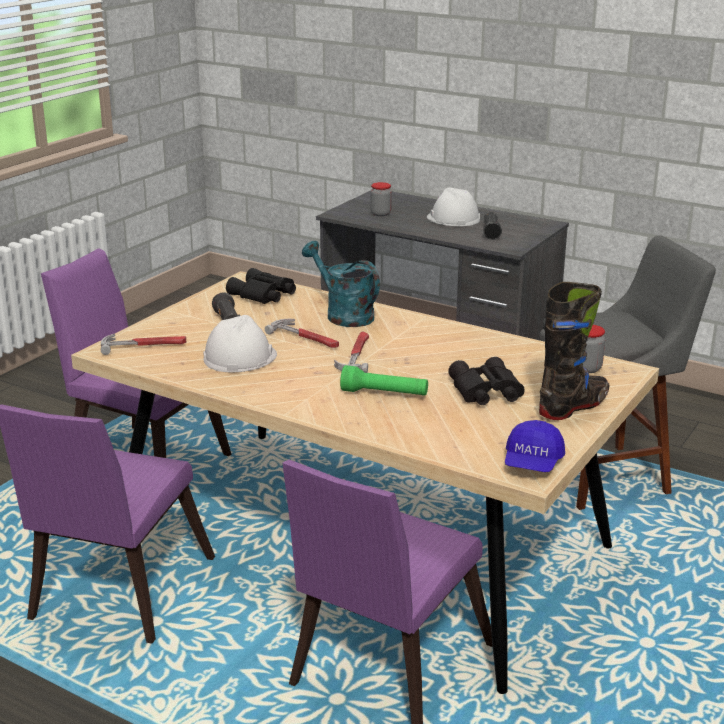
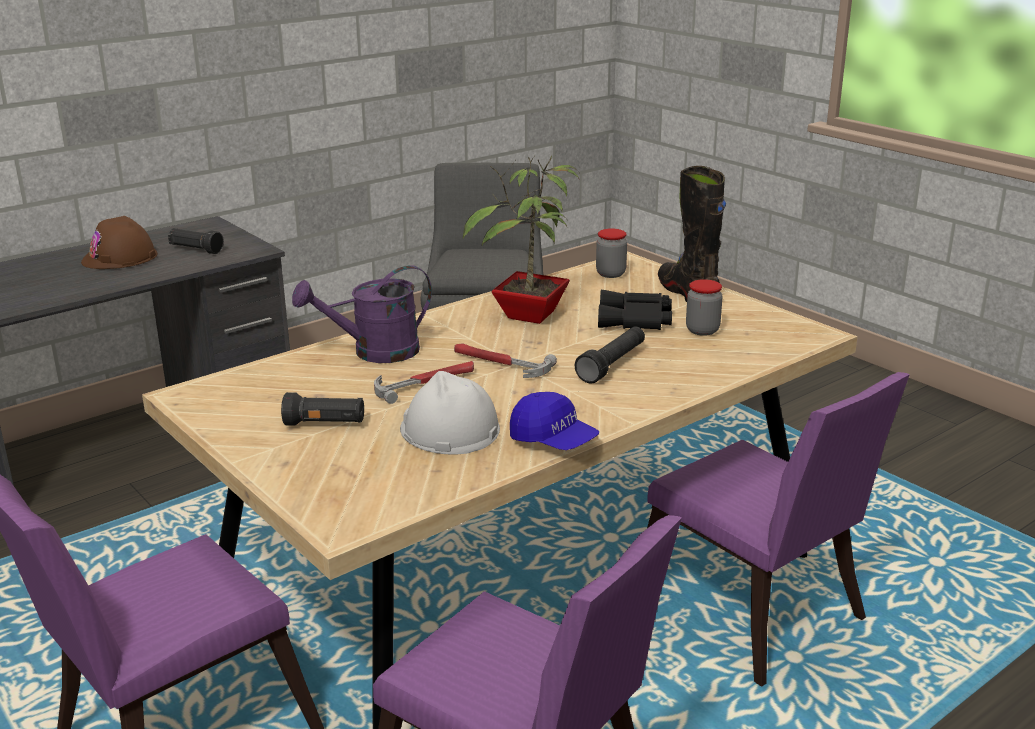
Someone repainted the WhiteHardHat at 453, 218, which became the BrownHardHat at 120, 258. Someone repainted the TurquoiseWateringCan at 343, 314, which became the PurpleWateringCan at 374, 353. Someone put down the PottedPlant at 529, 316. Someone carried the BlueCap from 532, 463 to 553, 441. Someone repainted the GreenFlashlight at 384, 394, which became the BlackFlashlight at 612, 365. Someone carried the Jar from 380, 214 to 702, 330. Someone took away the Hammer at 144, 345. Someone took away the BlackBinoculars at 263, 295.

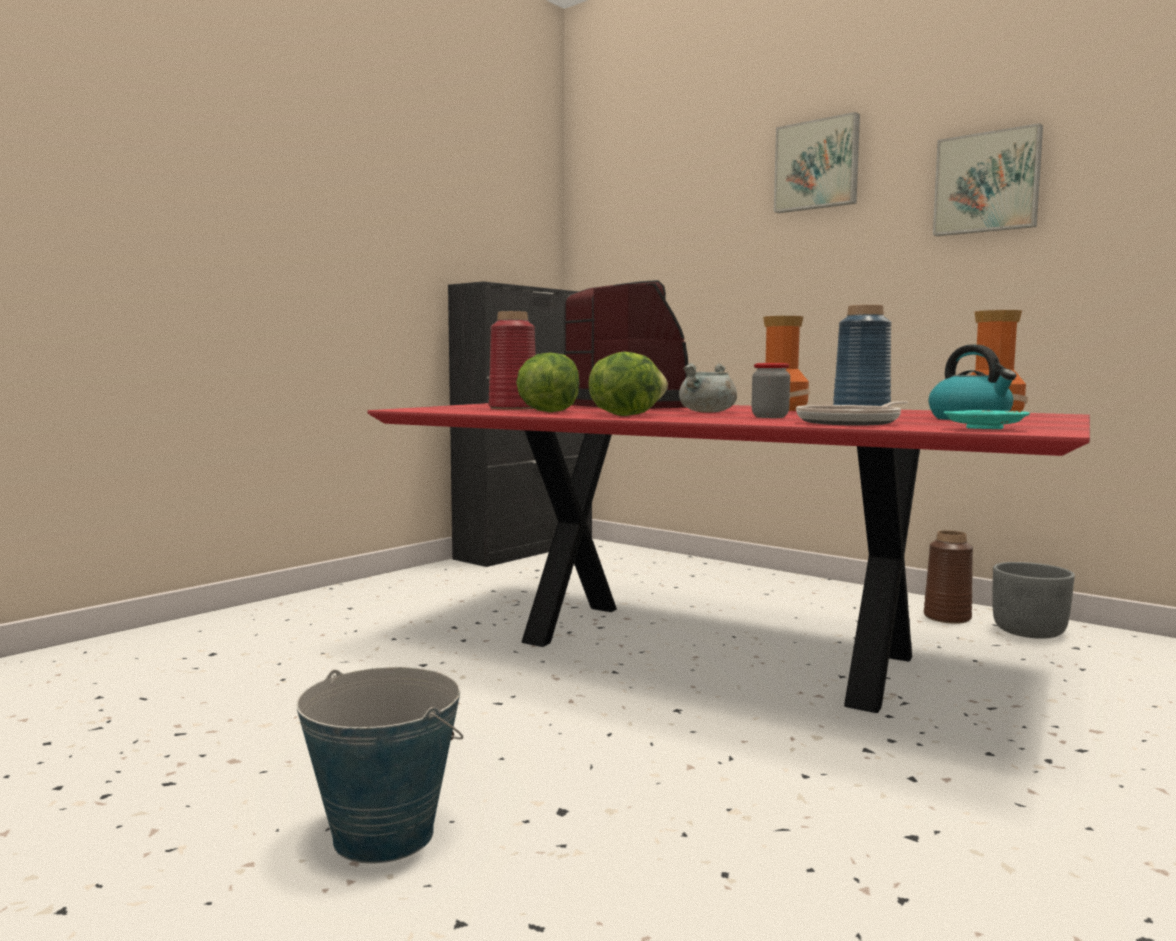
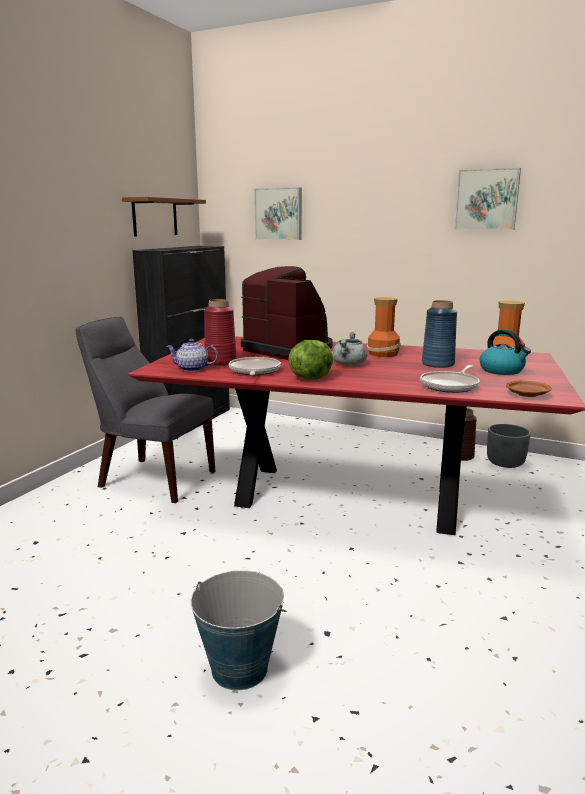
Someone put down the GreyChair at 153, 478. Someone put up the BrownShelf at 155, 217. Someone put down the Teapot at 193, 369. Someone swapped the Lettuce at 548, 412 for the FryingPan at 254, 371. Someone carried the Picture from 817, 165 to 279, 214. Someone repainted the TurquoisePlate at 985, 429, which became the BrownPlate at 527, 395. Someone took away the Jar at 770, 417.

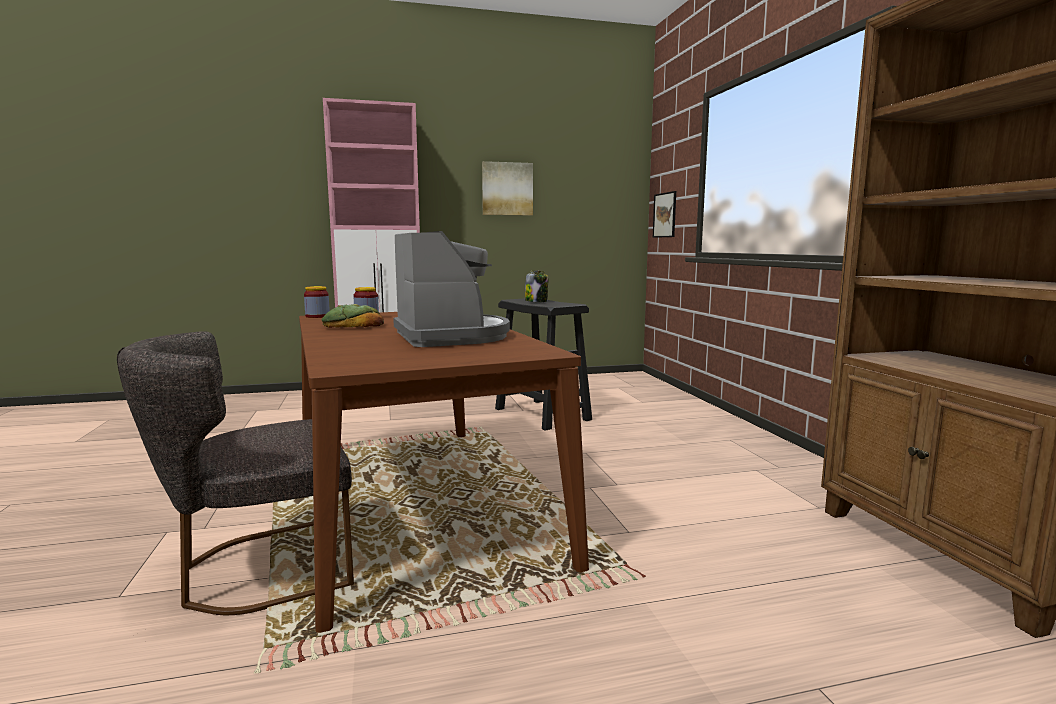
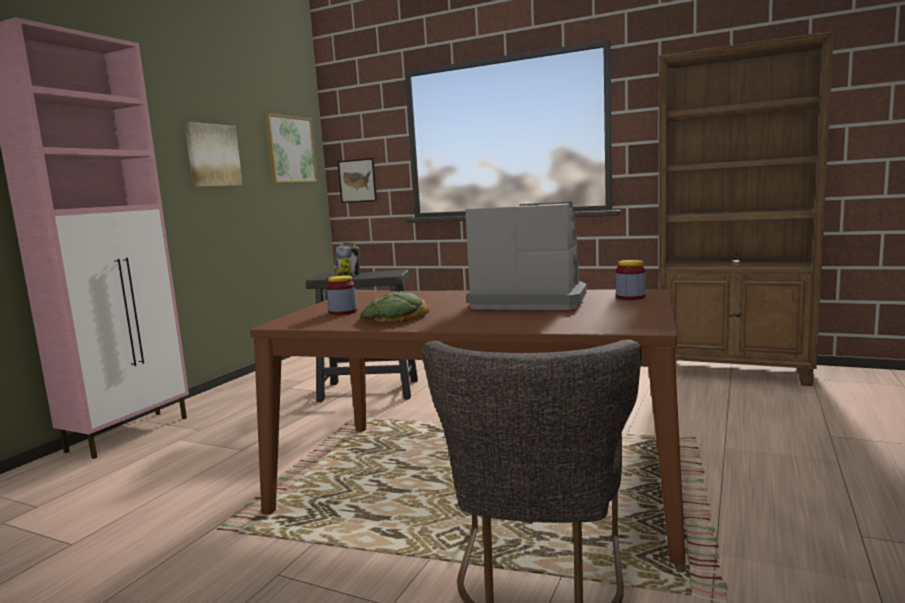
Someone put up the Picture at 290, 149. Someone carried the Jar from 317, 316 to 630, 297.

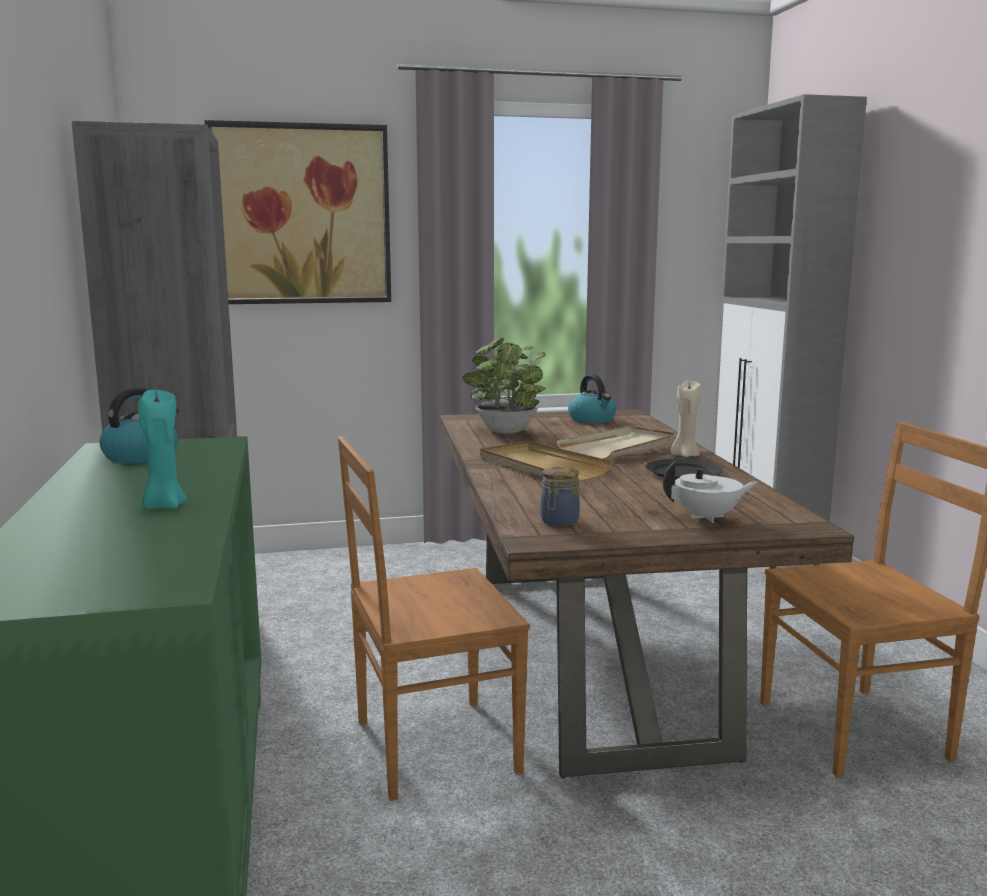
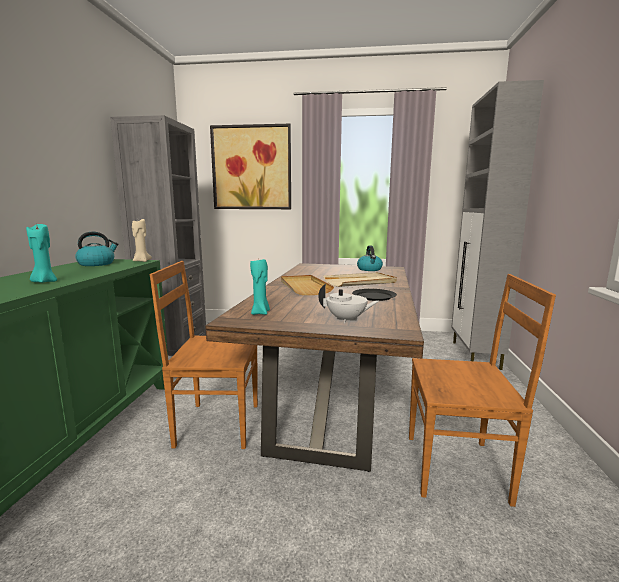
Someone carried the BeigeCandle from 684, 455 to 141, 261. Someone swapped the Jar at 558, 522 for the TurquoiseCandle at 260, 313. Someone took away the PottedPlant at 505, 432.

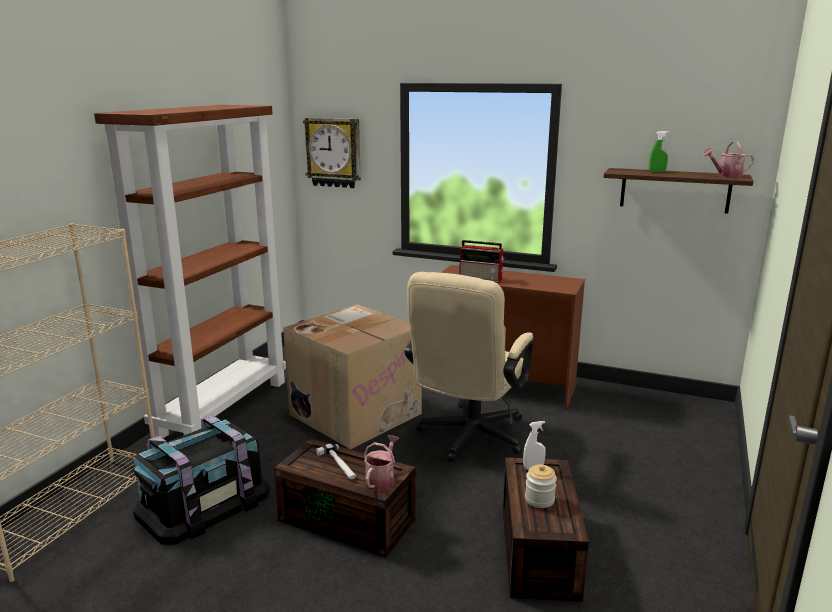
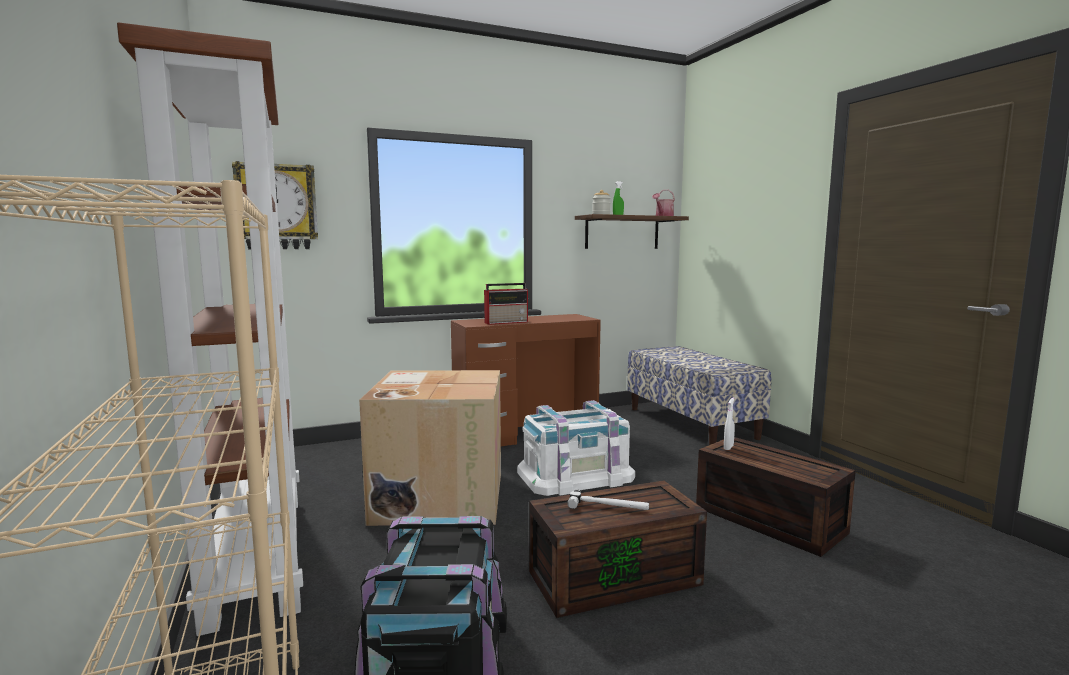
Someone swapped the BeigeOfficeChair at 468, 439 for the WhiteStorageBox at 575, 475. Someone carried the Jar from 539, 499 to 601, 214. Someone put down the Bench at 691, 423. Someone took away the WateringCan at 381, 479.

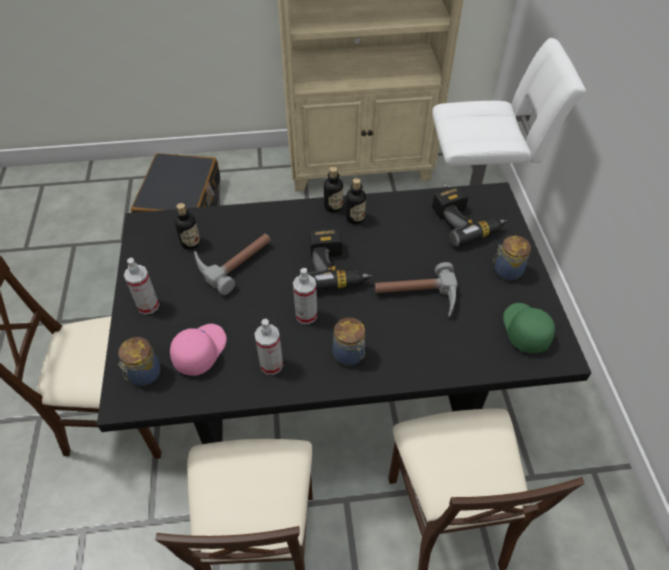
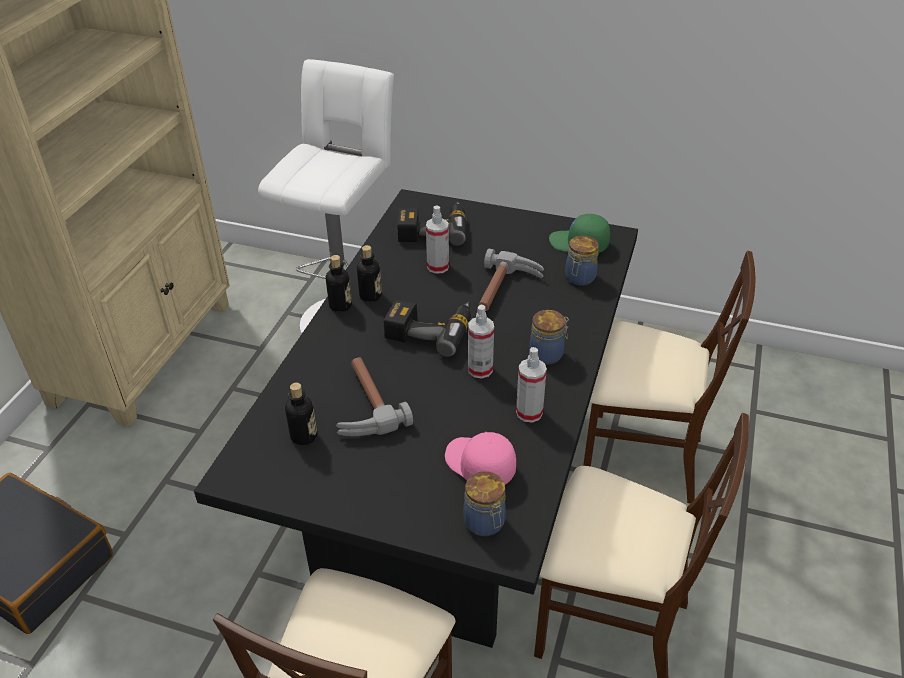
Someone carried the SprayBottle from 148, 305 to 438, 267. Someone carried the Jar from 506, 271 to 579, 278.

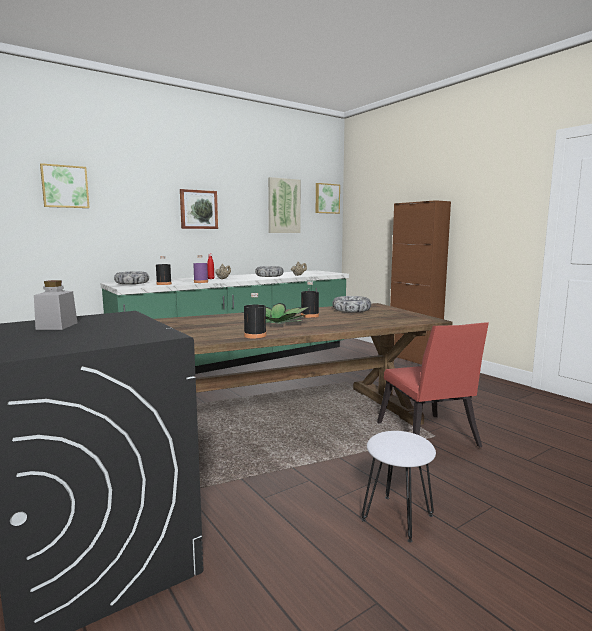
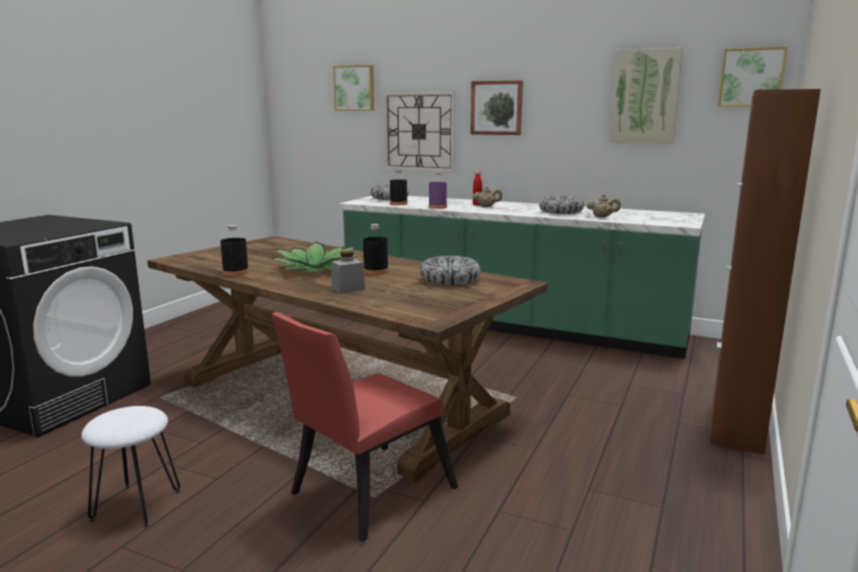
Someone carried the GreyJar from 57, 326 to 348, 289. Someone put up the WallClock at 419, 131.

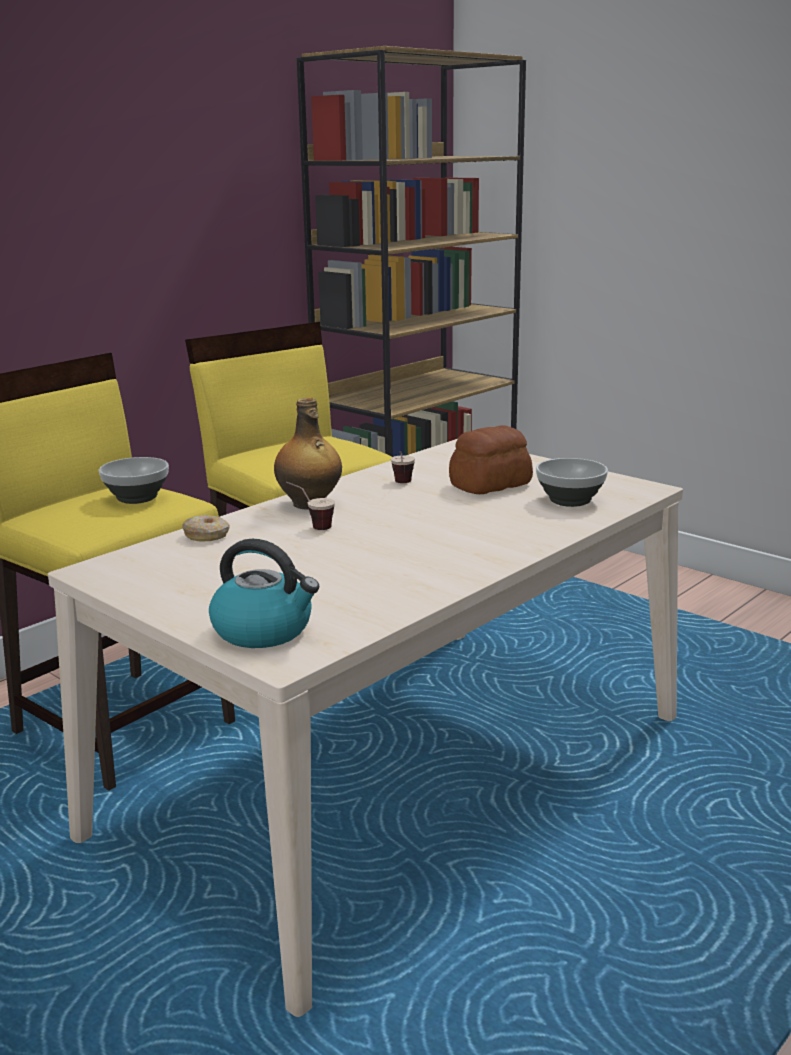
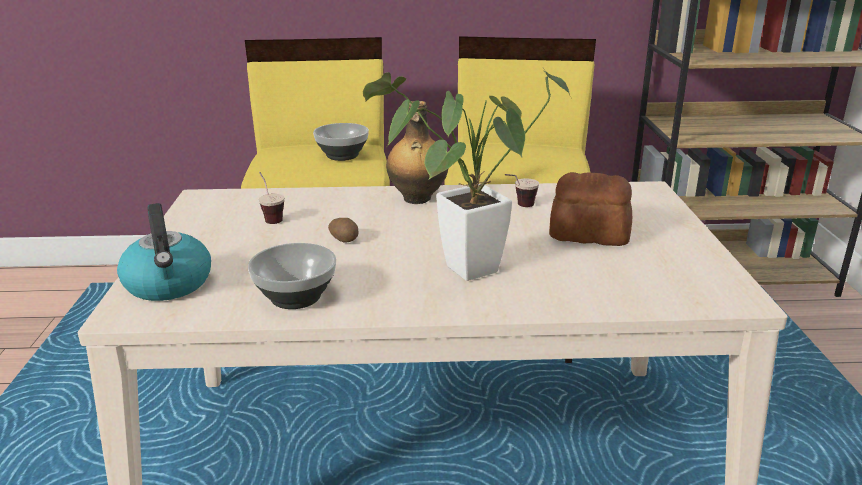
Someone carried the Bowl from 570, 501 to 295, 298. Someone carried the Cup from 311, 526 to 270, 217. Someone put down the Potato at 345, 239. Someone put down the PottedPlant at 461, 272. Someone took away the Donut at 207, 535.

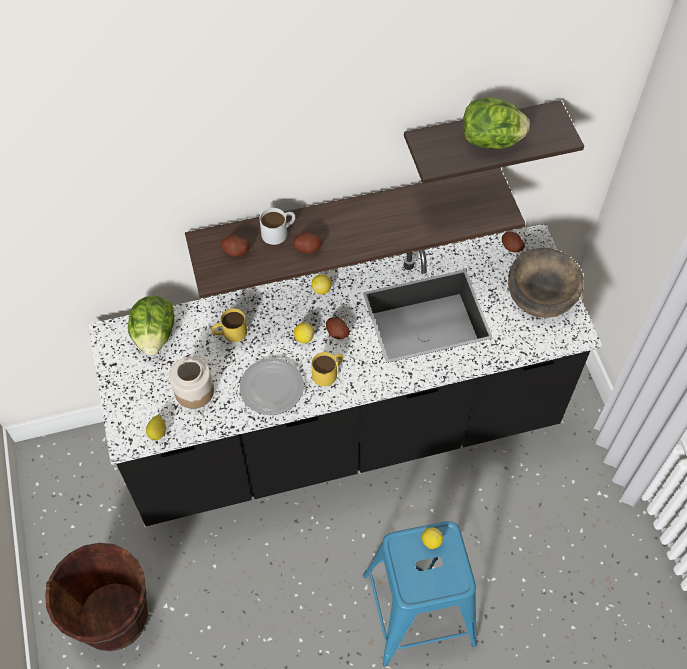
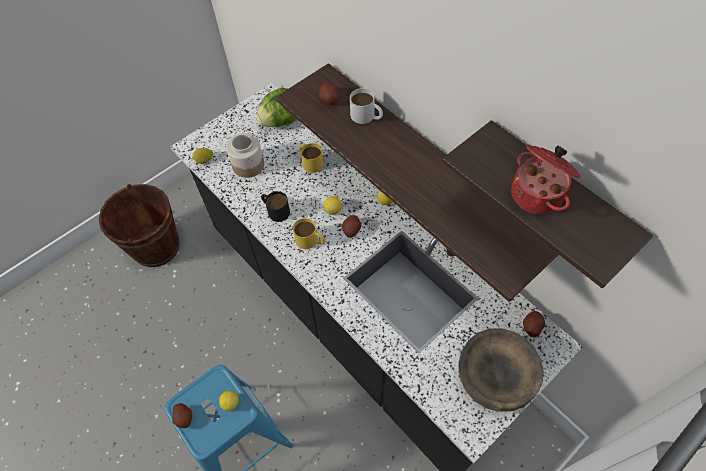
Someone carried the Potato from 307, 248 to 184, 417. Someone swapped the Plate at 271, 388 for the BlackMug at 275, 210. Someone swapped the Lettuce at 491, 141 for the CookingPot at 537, 194.

